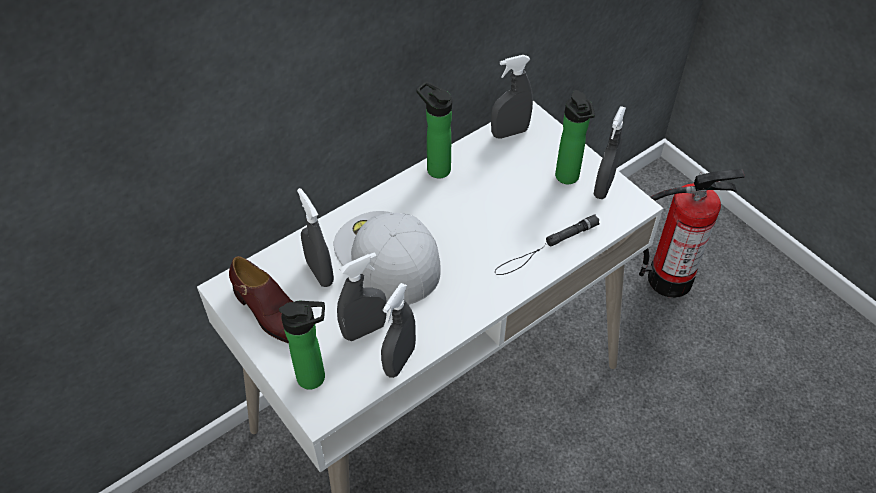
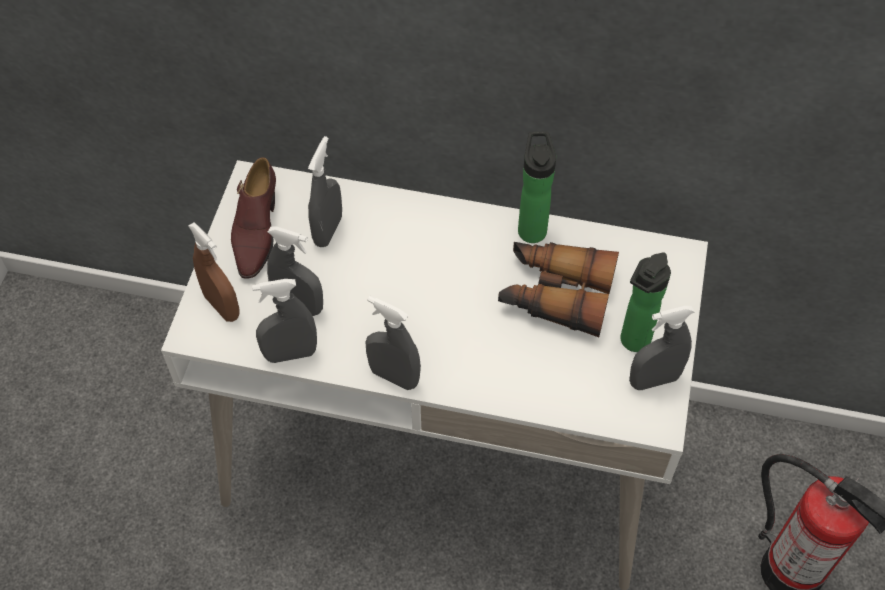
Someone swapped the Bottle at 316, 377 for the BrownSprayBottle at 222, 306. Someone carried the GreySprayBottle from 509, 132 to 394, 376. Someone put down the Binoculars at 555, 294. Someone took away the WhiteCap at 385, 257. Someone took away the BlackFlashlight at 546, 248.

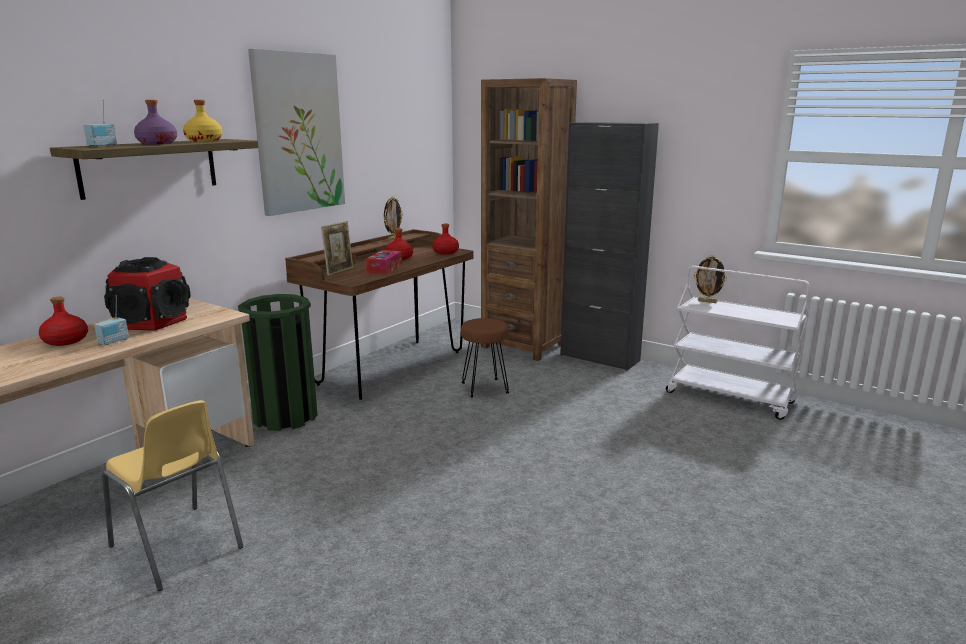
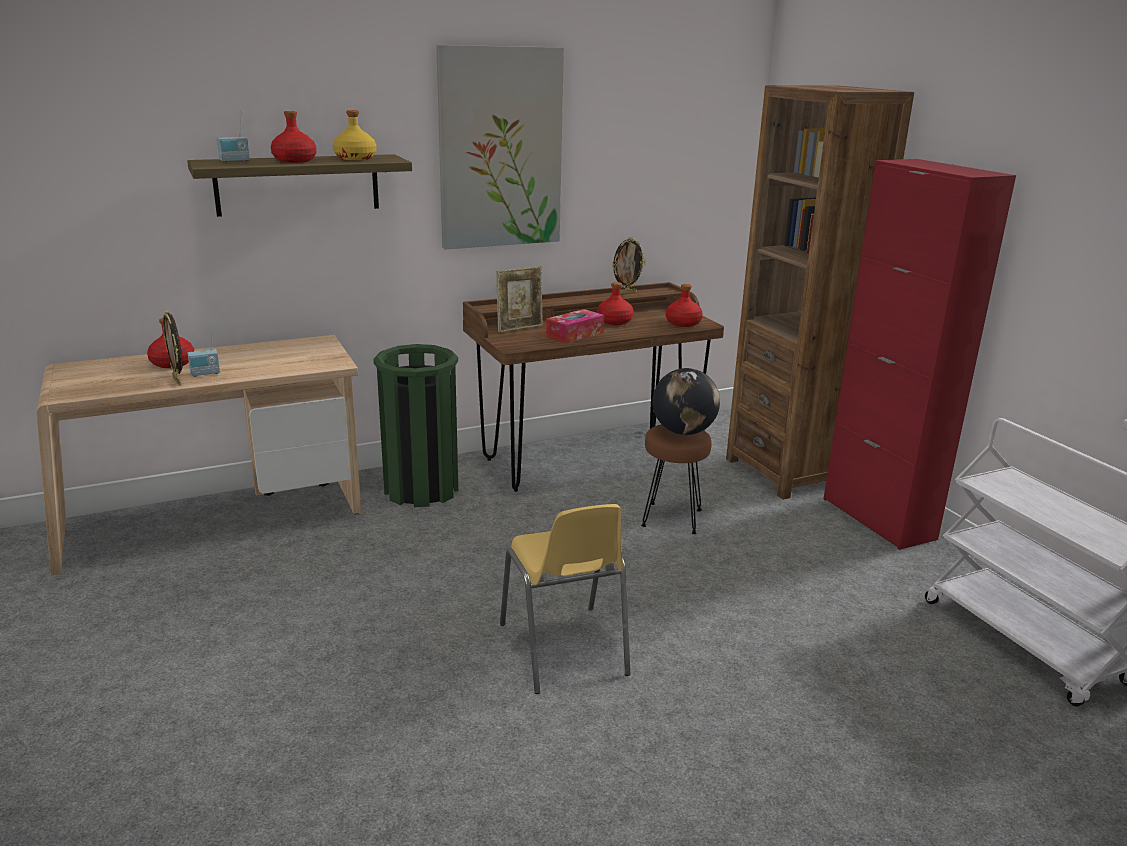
Someone carried the PictureFrame from 707, 301 to 178, 381. Someone repainted the PurpleBottle at 157, 143, which became the RedBottle at 294, 160. Someone carried the YellowChair from 177, 547 to 564, 650. Someone put down the Globe at 683, 432. Someone repainted the BlackCabinet at 599, 358, which became the RedCabinet at 878, 518. Someone took away the Speaker at 152, 321.

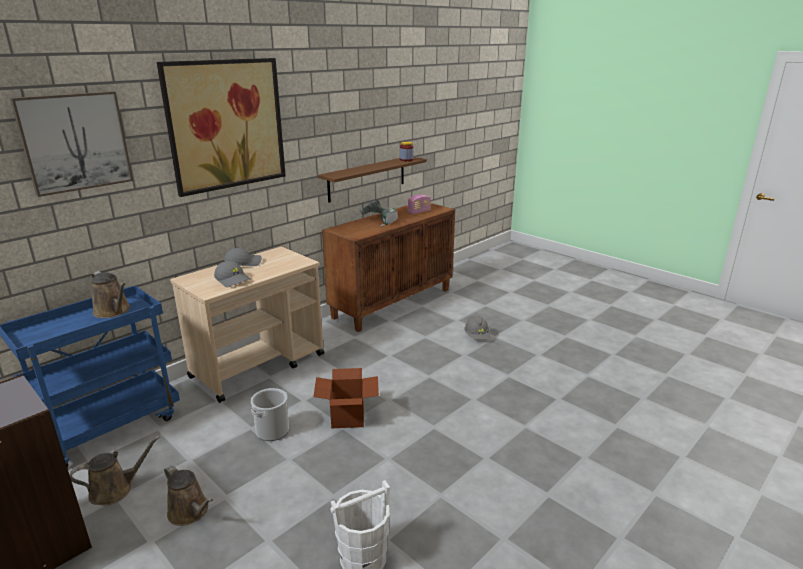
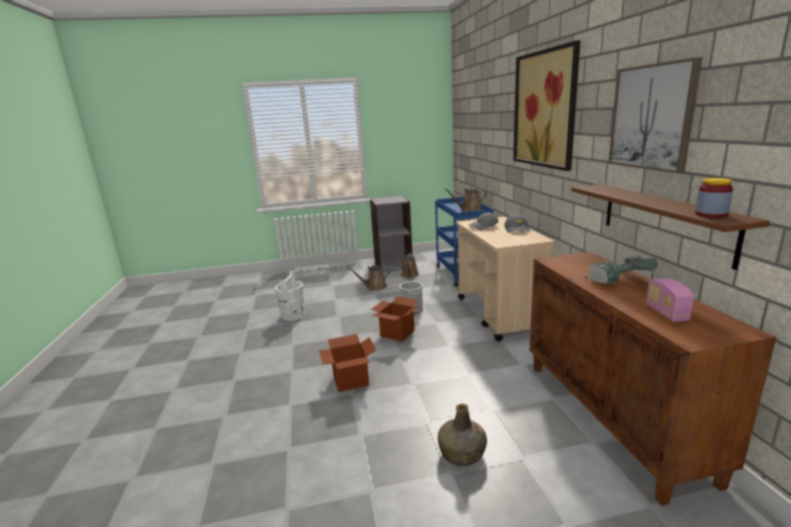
Someone put down the CardboardBox at 351, 380. Someone swapped the GreyHardHat at 476, 336 for the GreenBottle at 462, 454. Someone carried the Picture from 75, 142 to 652, 117.

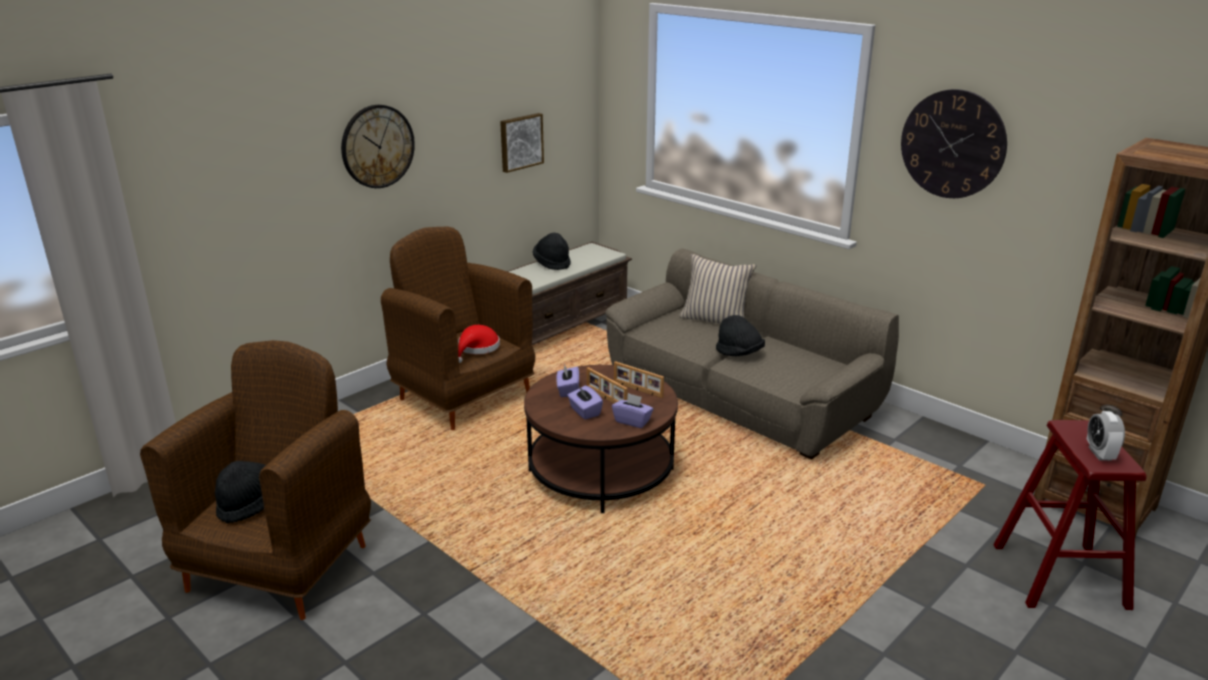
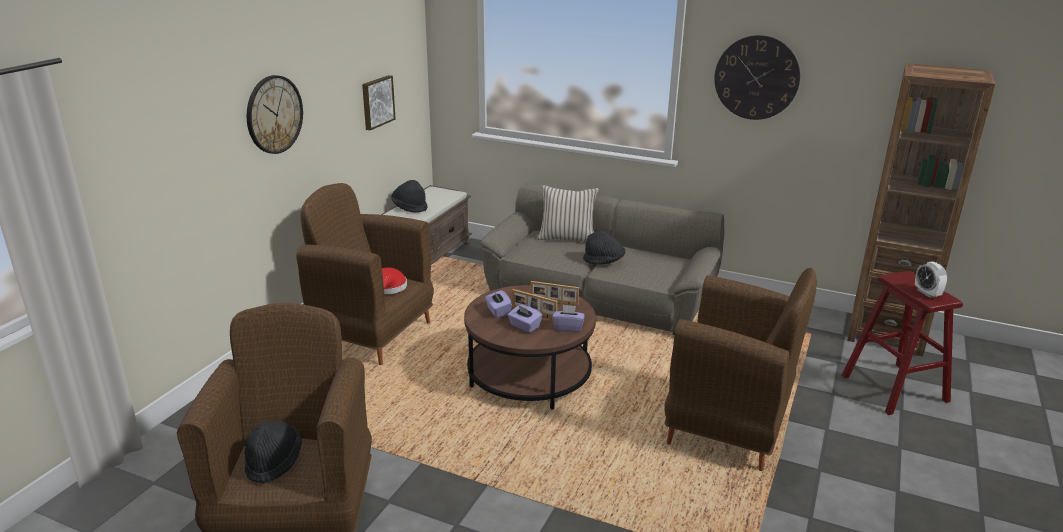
Someone put down the BrownArmchair at 728, 428.

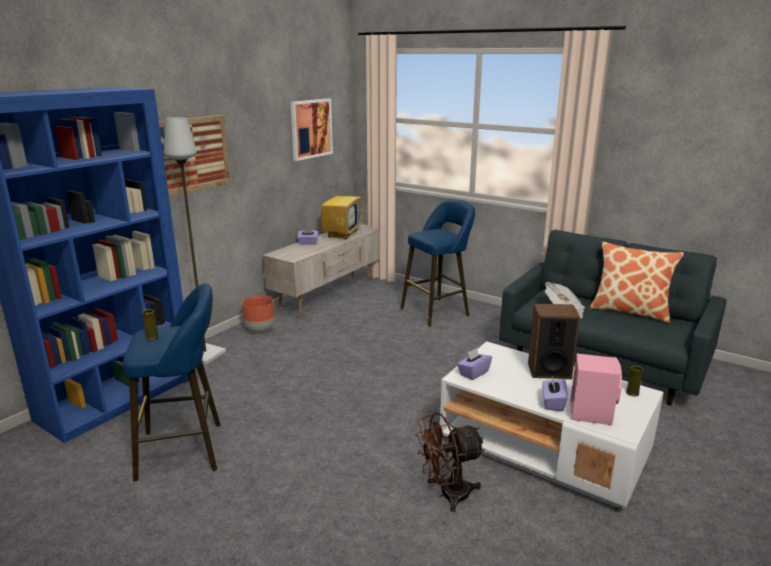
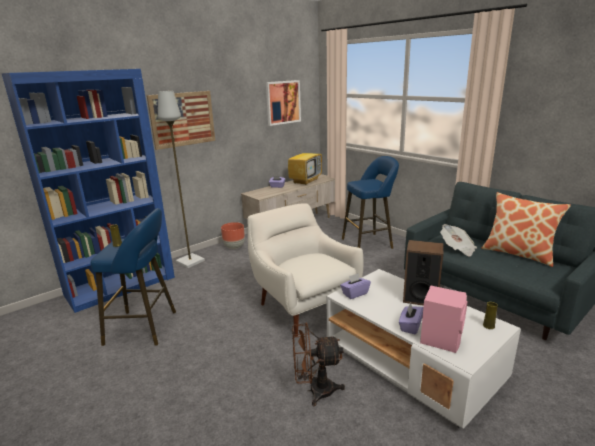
Someone put down the WhiteArmchair at 304, 306.

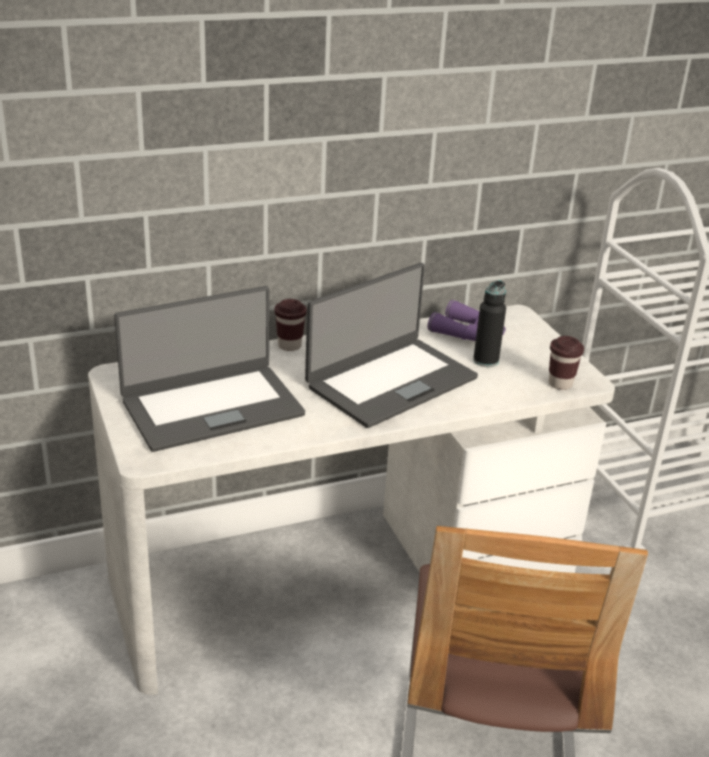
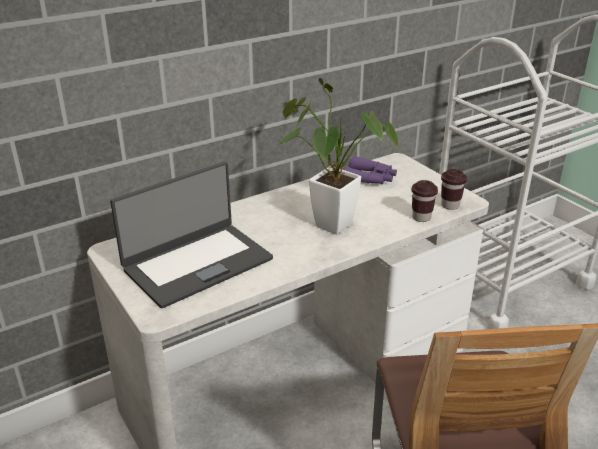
Someone swapped the Laptop at 390, 381 for the PottedPlant at 327, 222. Someone carried the BrownCup from 289, 345 to 421, 217. Someone took away the BlackBottle at 485, 361.

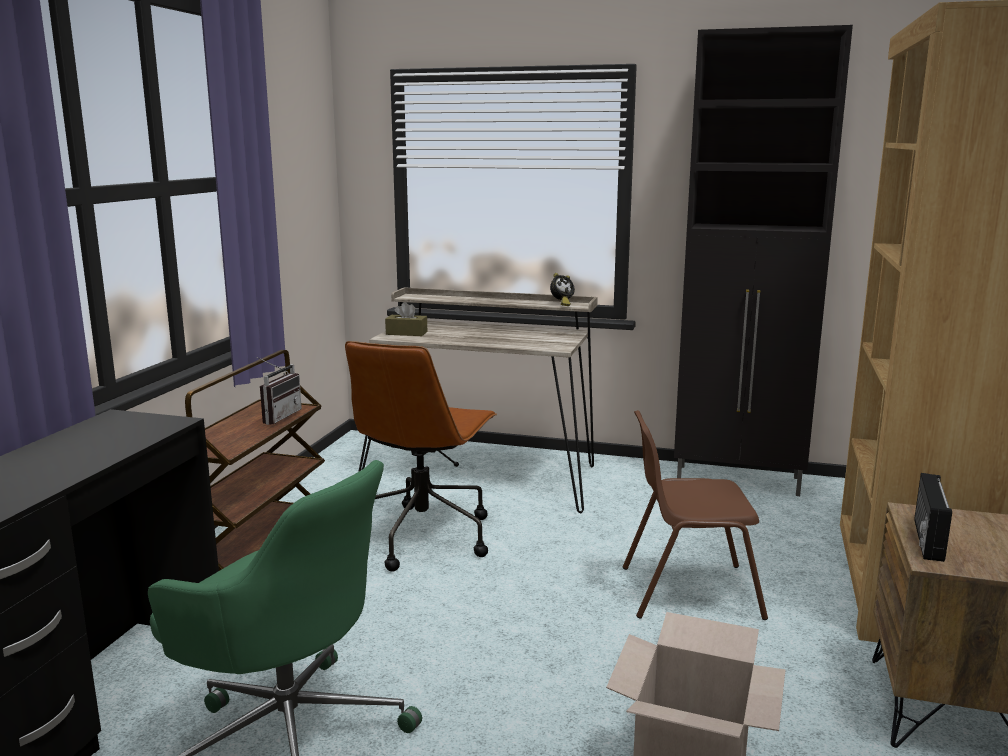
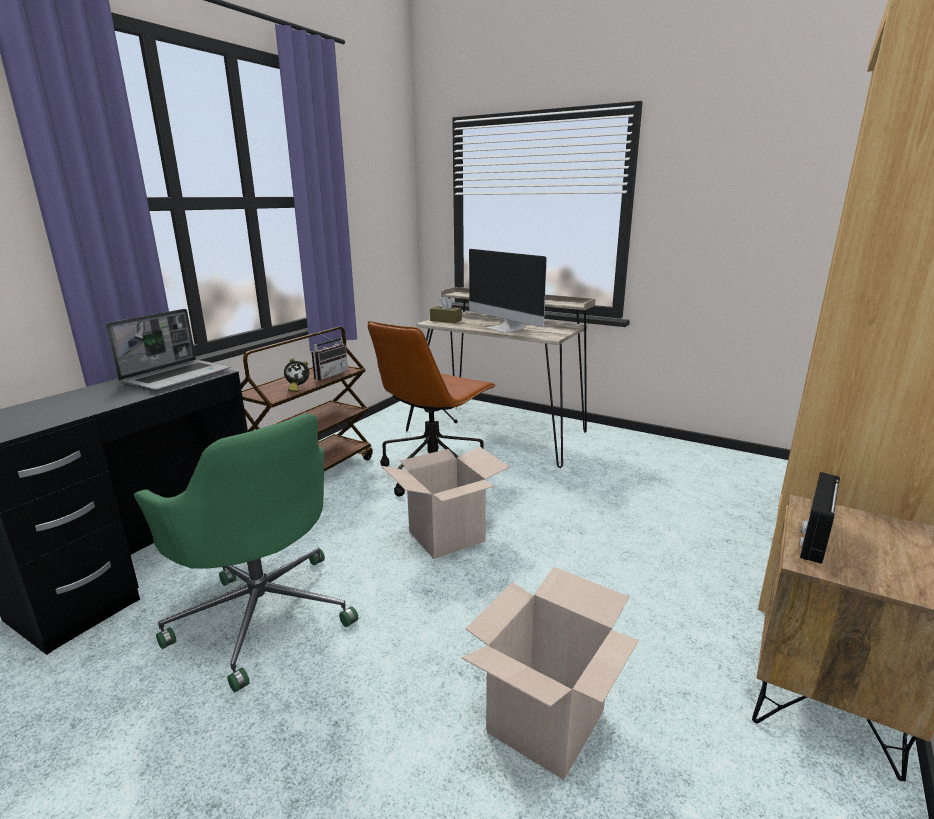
Someone put down the Laptop at 177, 376. Someone carried the AlarmClock from 561, 304 to 297, 388. Someone put down the CardboardBox at 446, 536. Someone put down the Monitor at 505, 328. Someone took away the BrownChair at 687, 591. Someone took away the BlackCabinet at 739, 481.

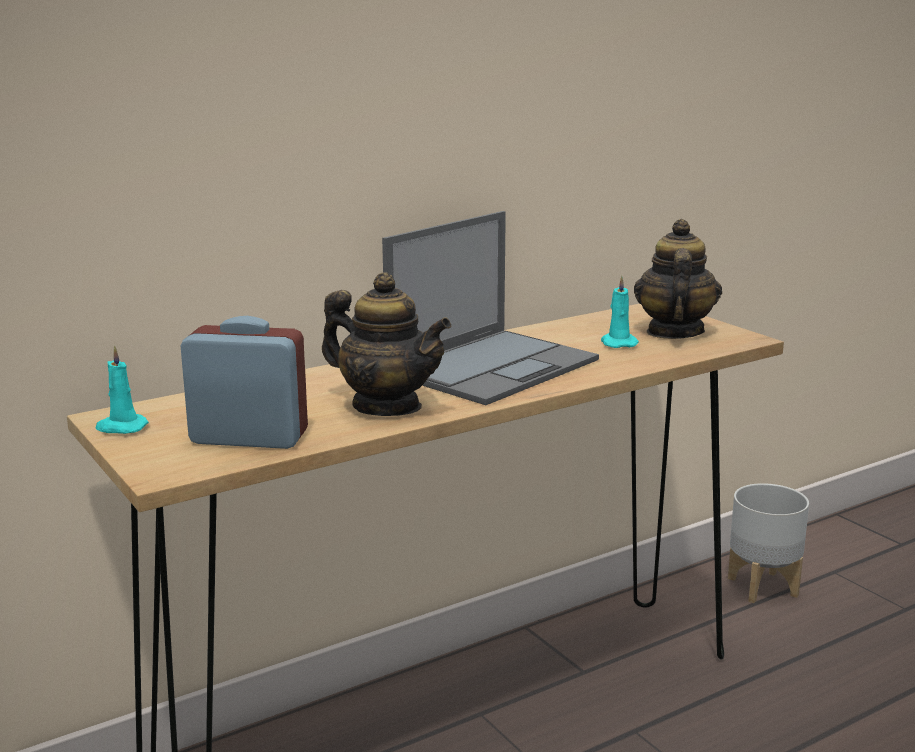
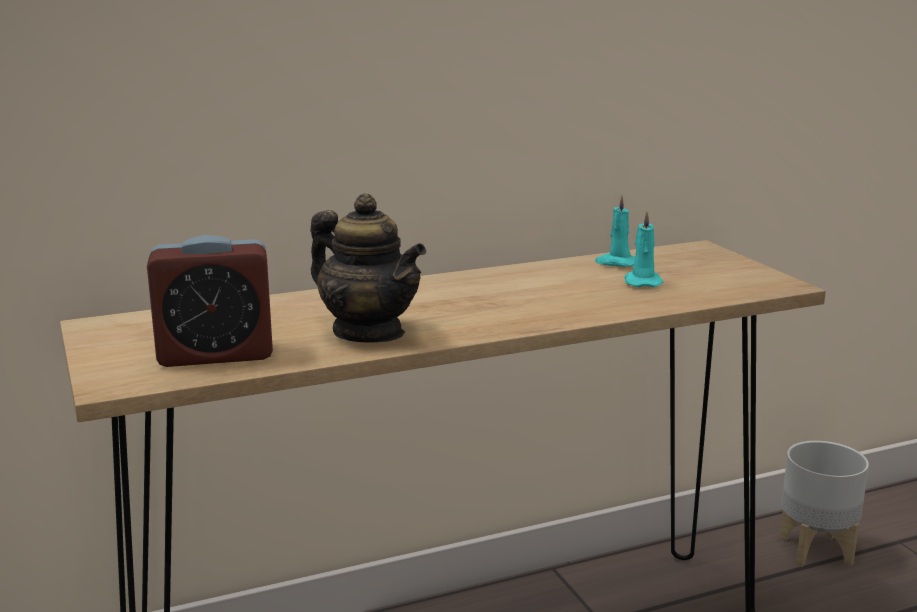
Someone rotated the AlarmClock at 249, 438 by 150 degrees clockwise. Someone carried the TurquoiseCandle from 121, 428 to 616, 263. Someone took away the Laptop at 494, 366. Someone took away the Teapot at 674, 332.

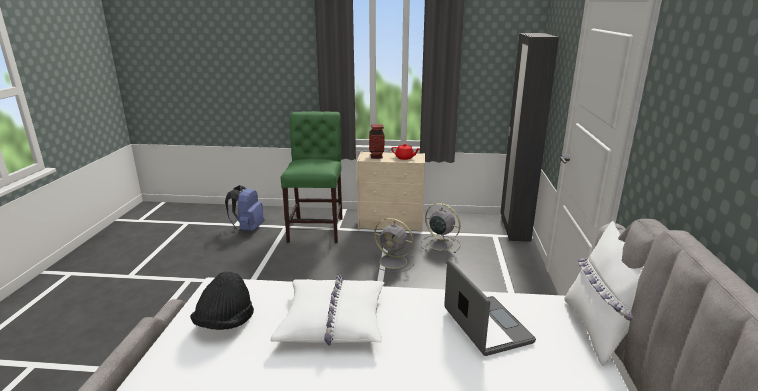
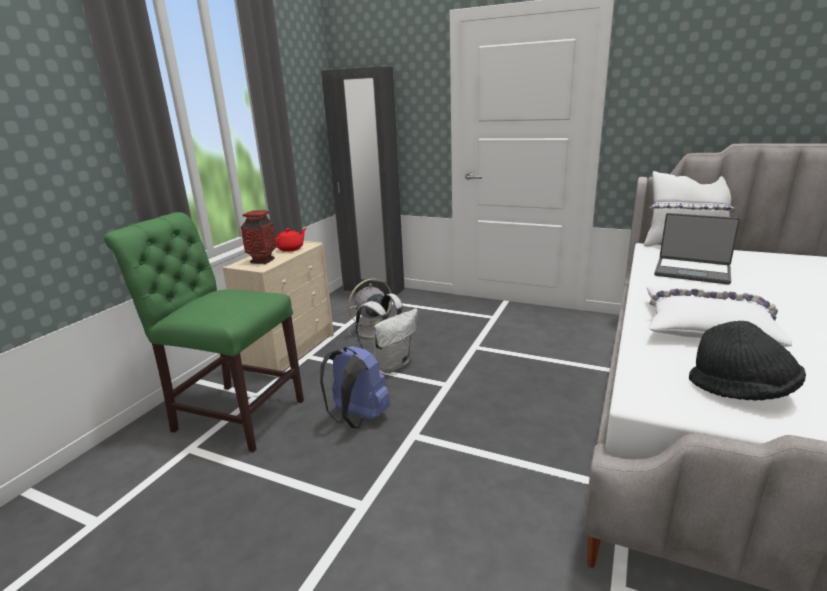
Someone carried the BlueBackpack from 248, 229 to 357, 418. Someone swapped the GreyFan at 394, 262 for the WhiteBackpack at 390, 364. Someone rotated the Laptop at 485, 326 by 150 degrees counterclockwise.

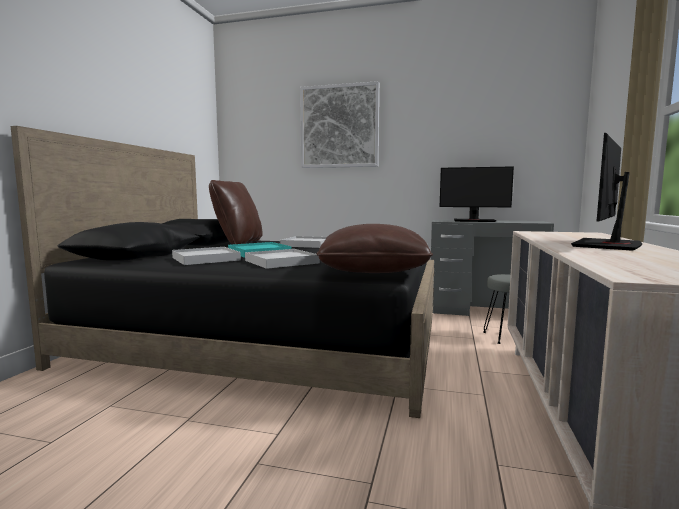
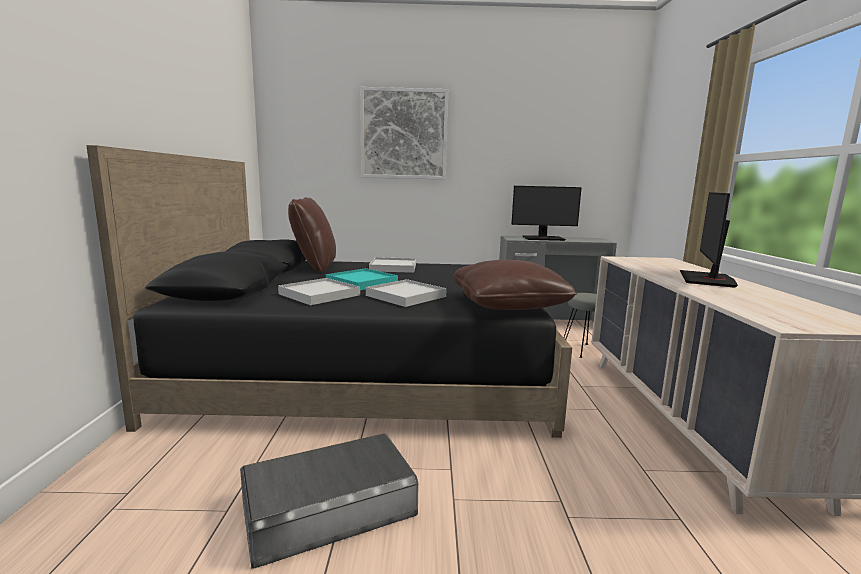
Someone put down the GreyStorageBox at 329, 507.

